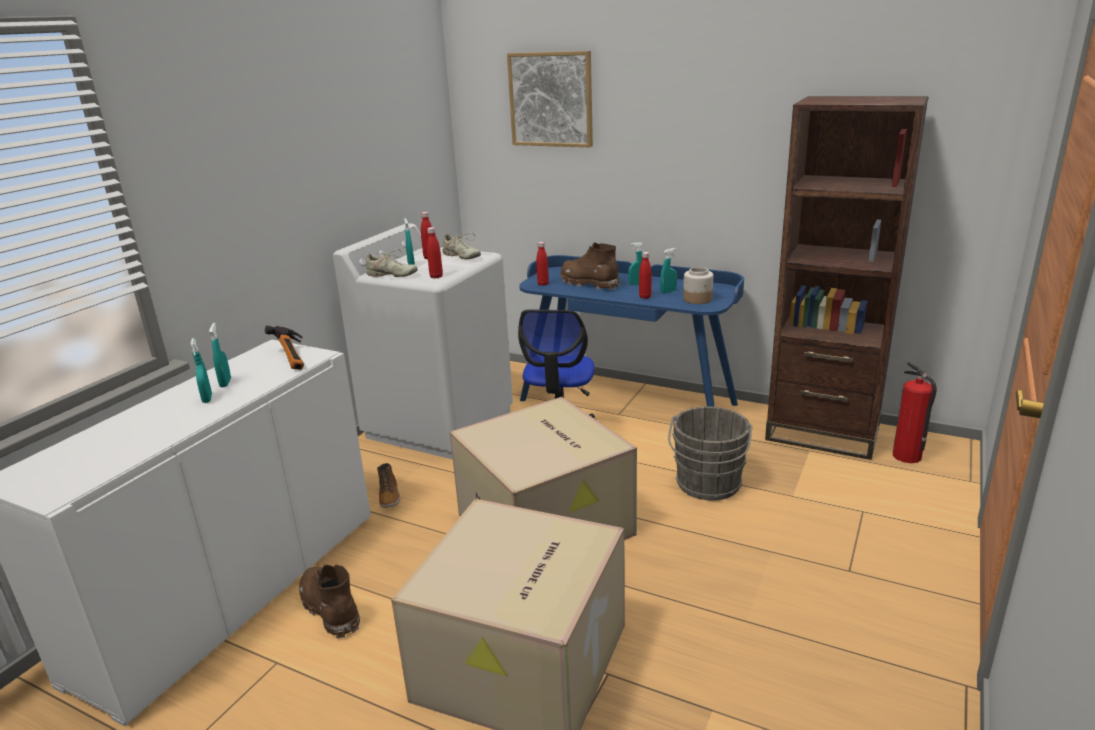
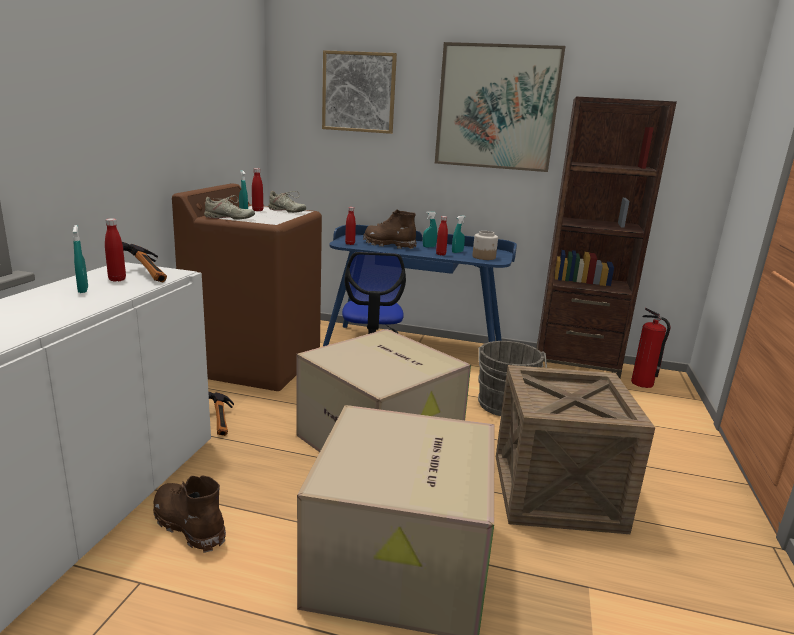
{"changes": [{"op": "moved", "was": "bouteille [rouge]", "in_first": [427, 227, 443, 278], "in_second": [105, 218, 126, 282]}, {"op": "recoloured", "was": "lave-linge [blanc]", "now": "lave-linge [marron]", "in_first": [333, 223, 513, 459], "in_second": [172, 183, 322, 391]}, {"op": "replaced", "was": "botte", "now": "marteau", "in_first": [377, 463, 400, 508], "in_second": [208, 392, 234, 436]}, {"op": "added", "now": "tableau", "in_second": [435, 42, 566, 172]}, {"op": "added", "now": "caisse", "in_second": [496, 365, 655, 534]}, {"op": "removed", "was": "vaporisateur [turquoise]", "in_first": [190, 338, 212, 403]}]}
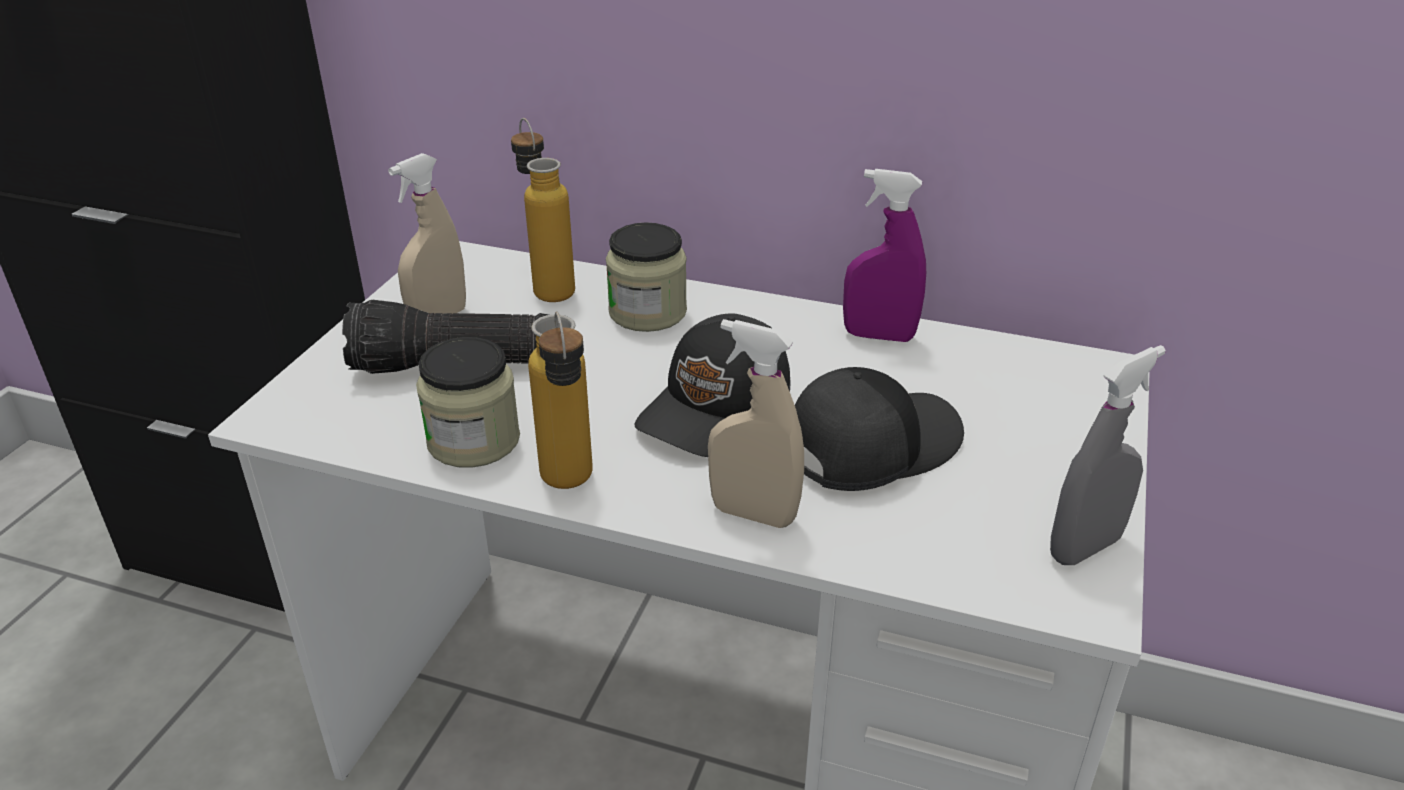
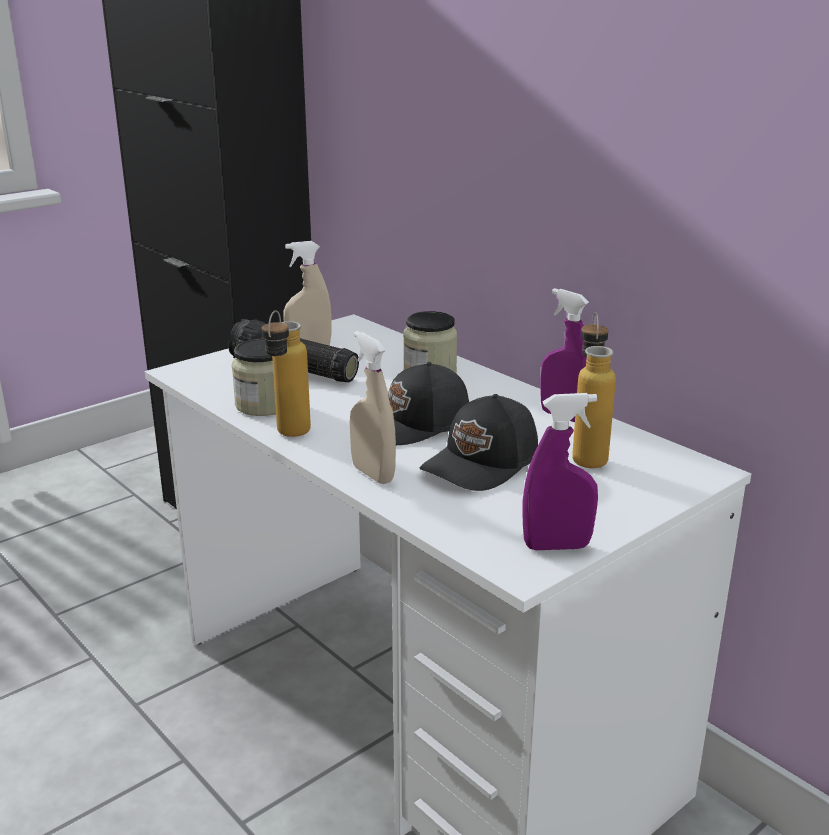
{"changes": [{"op": "turned", "was": "casquette [noir]", "in_first": [795, 367, 964, 491], "in_second": [420, 394, 538, 491], "clockwise": 135}, {"op": "recoloured", "was": "vaporisateur [gris]", "now": "vaporisateur [violet]", "in_first": [1050, 345, 1166, 565], "in_second": [522, 393, 598, 550]}, {"op": "moved", "was": "bouteille", "in_first": [511, 118, 575, 302], "in_second": [572, 312, 616, 468]}]}
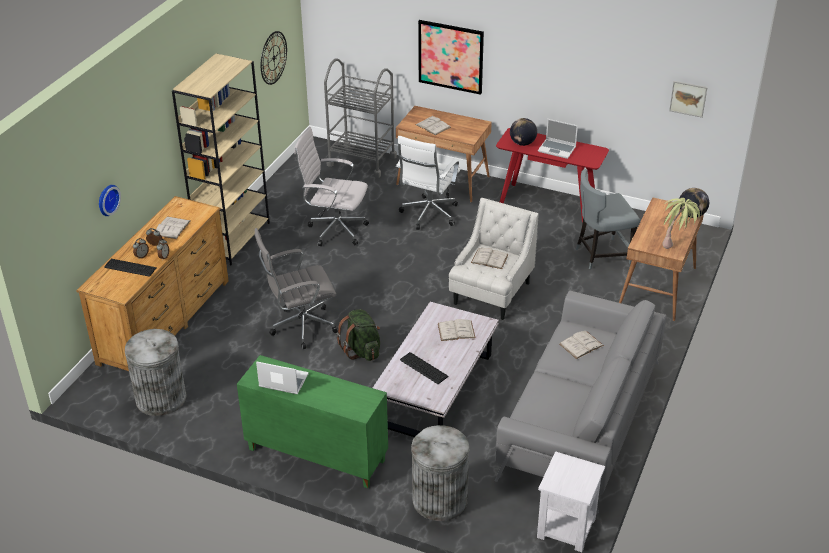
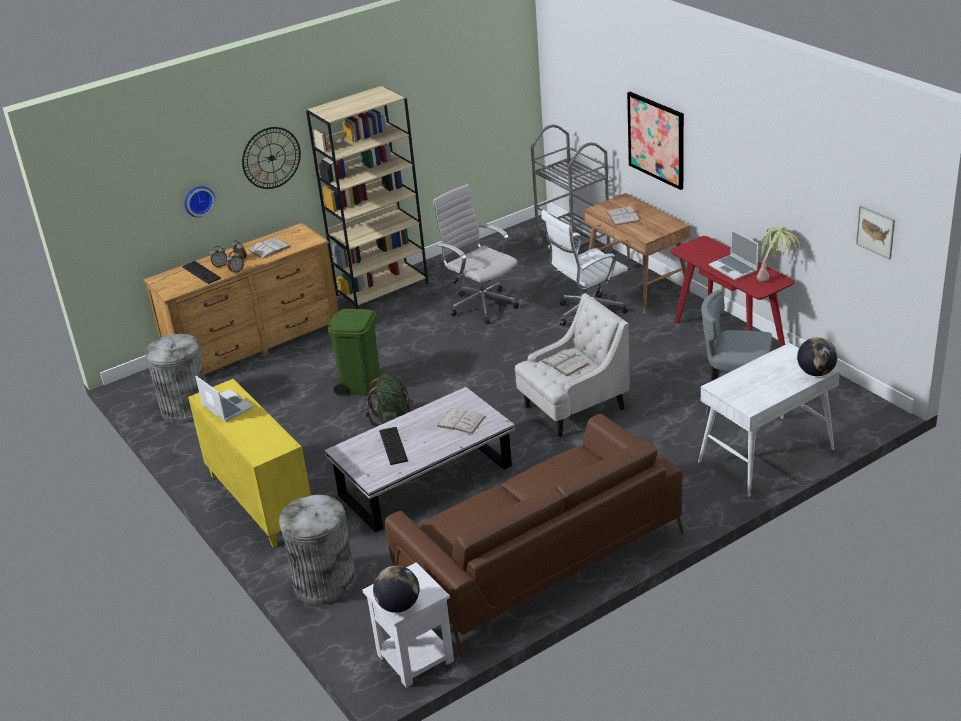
{"changes": [{"op": "recoloured", "was": "meuble de rangement [vert]", "now": "meuble de rangement [jaune]", "in_first": [237, 355, 388, 488], "in_second": [188, 379, 311, 547]}, {"op": "moved", "was": "horloge murale", "in_first": [261, 31, 287, 85], "in_second": [242, 127, 301, 189]}, {"op": "replaced", "was": "chaise de bureau [gris]", "now": "poubelle [vert]", "in_first": [255, 228, 338, 349], "in_second": [328, 309, 380, 396]}, {"op": "moved", "was": "globe", "in_first": [510, 118, 537, 146], "in_second": [373, 566, 420, 613]}, {"op": "recoloured", "was": "canapé [gris]", "now": "canapé [marron]", "in_first": [494, 291, 666, 514], "in_second": [385, 414, 684, 658]}, {"op": "recoloured", "was": "bureau [marron]", "now": "bureau [blanc]", "in_first": [619, 197, 704, 321], "in_second": [698, 343, 840, 497]}, {"op": "moved", "was": "plante en pot", "in_first": [662, 198, 702, 249], "in_second": [757, 226, 800, 282]}, {"op": "removed", "was": "livre [blanc]", "in_first": [559, 331, 604, 359]}]}
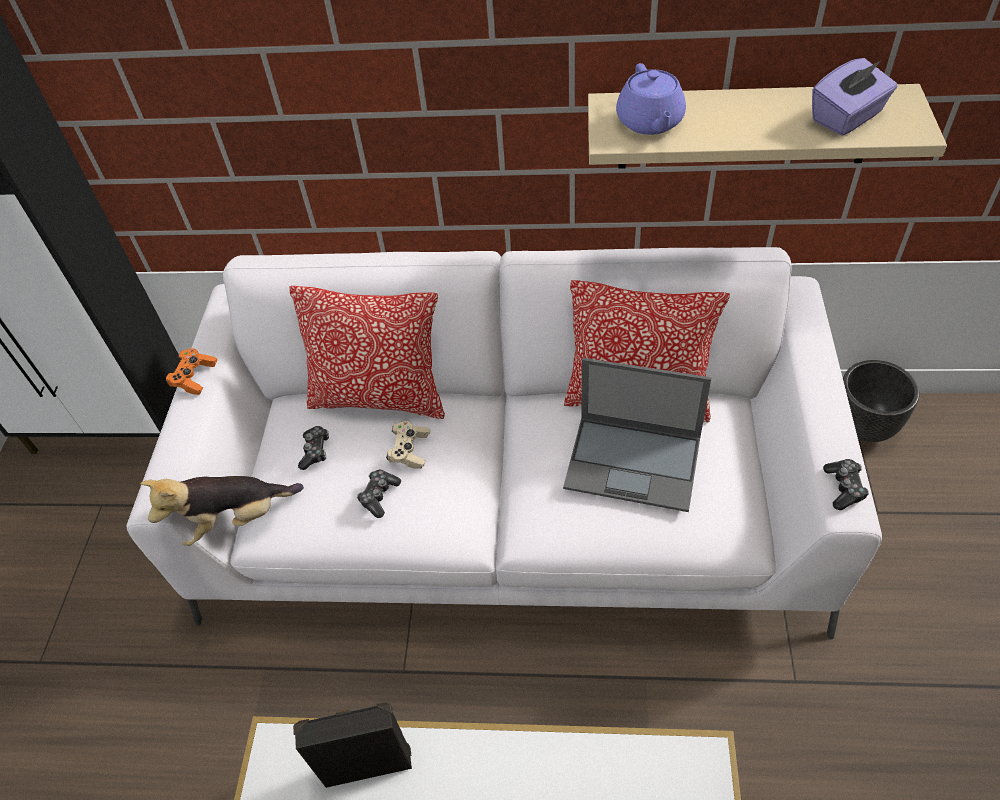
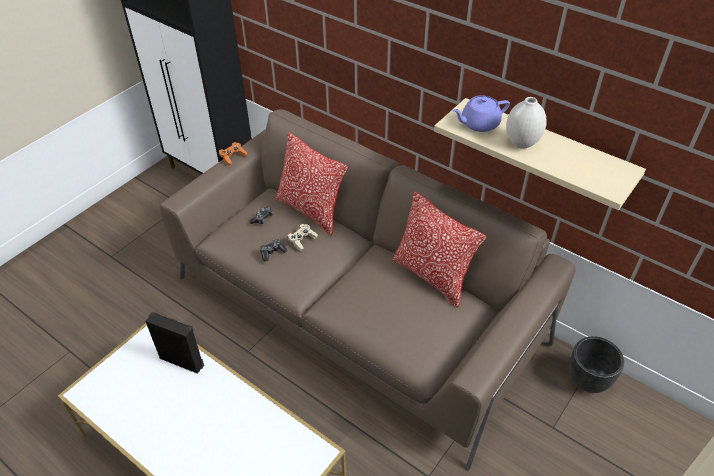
{"changes": [{"op": "recoloured", "was": "canapé [blanc]", "now": "canapé [marron]", "in_first": [127, 247, 882, 639], "in_second": [160, 109, 576, 471]}, {"op": "turned", "was": "théière [violet]", "in_first": [616, 63, 686, 135], "in_second": [452, 95, 510, 132], "clockwise": 45}, {"op": "added", "now": "vase [blanc]", "in_second": [506, 97, 547, 149]}, {"op": "removed", "was": "peluche", "in_first": [140, 476, 304, 546]}, {"op": "removed", "was": "ordinateur portable", "in_first": [563, 358, 711, 512]}, {"op": "removed", "was": "boîte à mouchoirs [violet]", "in_first": [812, 58, 898, 136]}, {"op": "removed", "was": "manette", "in_first": [823, 459, 869, 510]}]}
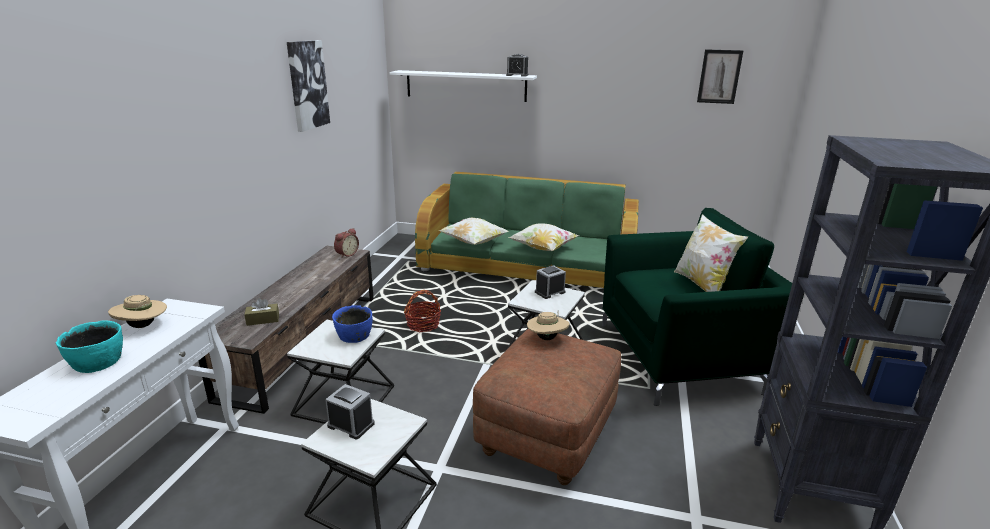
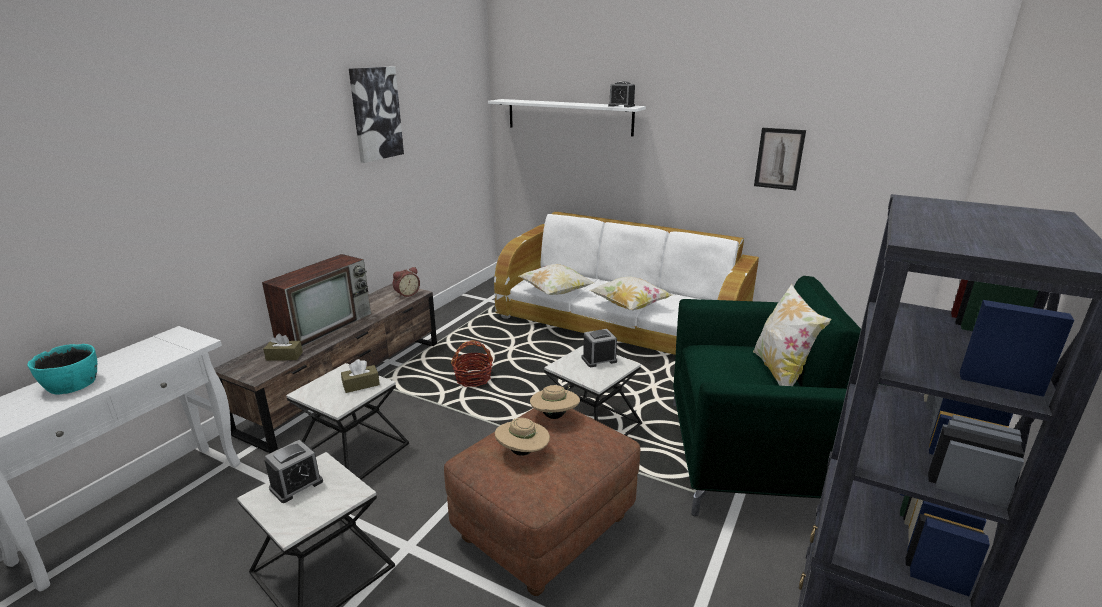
{"changes": [{"op": "added", "now": "téléviseur", "in_second": [262, 254, 371, 347]}, {"op": "turned", "was": "réveil", "in_first": [325, 384, 375, 439], "in_second": [265, 440, 323, 503], "clockwise": 90}, {"op": "replaced", "was": "bol [bleu]", "now": "boîte à mouchoirs [marron]", "in_first": [332, 305, 372, 343], "in_second": [341, 359, 380, 393]}, {"op": "recoloured", "was": "canapé [vert]", "now": "canapé [blanc]", "in_first": [415, 172, 639, 288], "in_second": [494, 212, 759, 355]}, {"op": "moved", "was": "chapeau [beige]", "in_first": [108, 295, 167, 328], "in_second": [495, 418, 550, 456]}, {"op": "moved", "was": "tableau", "in_first": [697, 49, 743, 104], "in_second": [754, 128, 806, 190]}]}
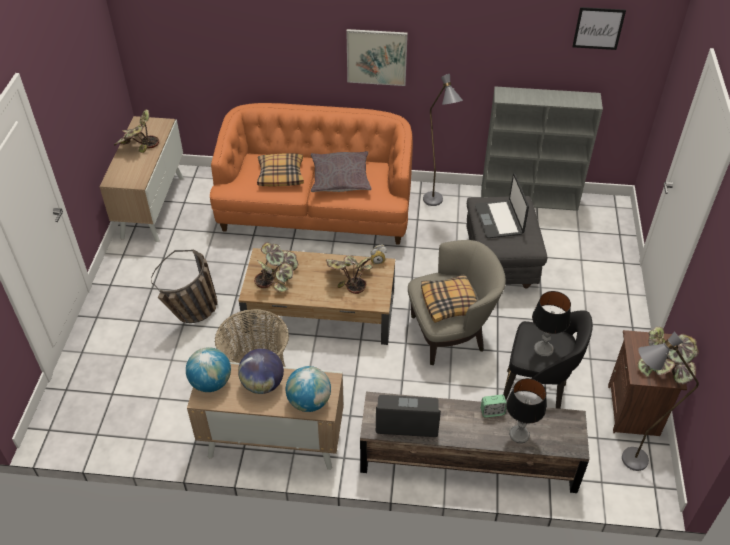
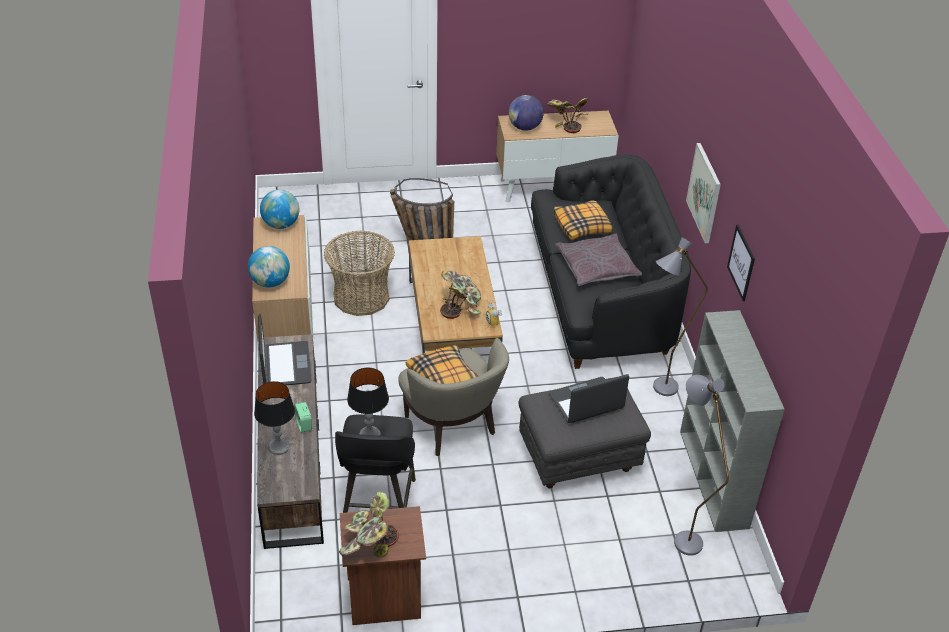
{"changes": [{"op": "moved", "was": "globe", "in_first": [238, 349, 284, 394], "in_second": [508, 95, 544, 131]}, {"op": "recoloured", "was": "canapé [orange]", "now": "canapé [noir]", "in_first": [210, 103, 413, 245], "in_second": [531, 154, 691, 369]}, {"op": "moved", "was": "lampadaire [gris]", "in_first": [622, 332, 699, 471], "in_second": [674, 375, 729, 556]}, {"op": "moved", "was": "tableau", "in_first": [572, 7, 626, 50], "in_second": [727, 225, 755, 301]}, {"op": "removed", "was": "plante en pot", "in_first": [254, 242, 298, 292]}]}
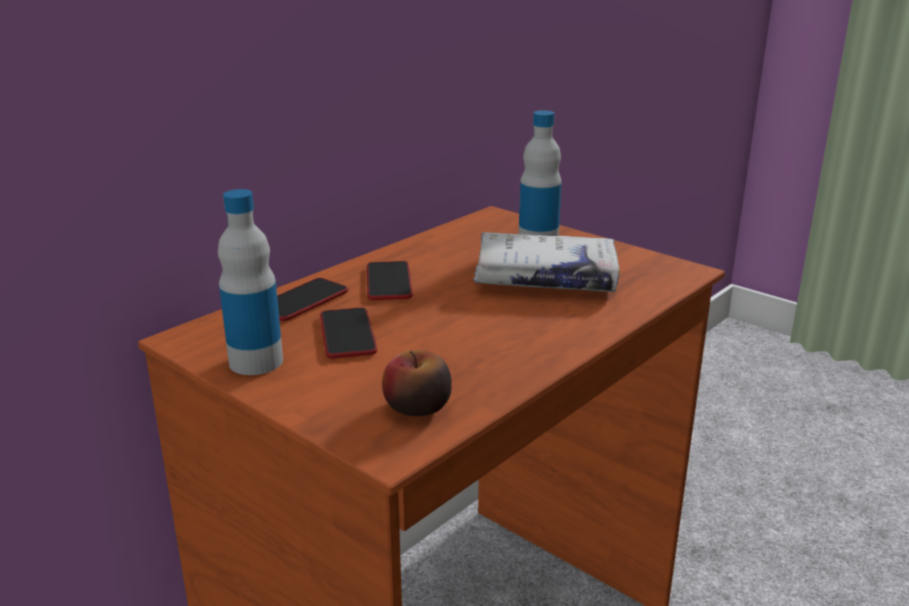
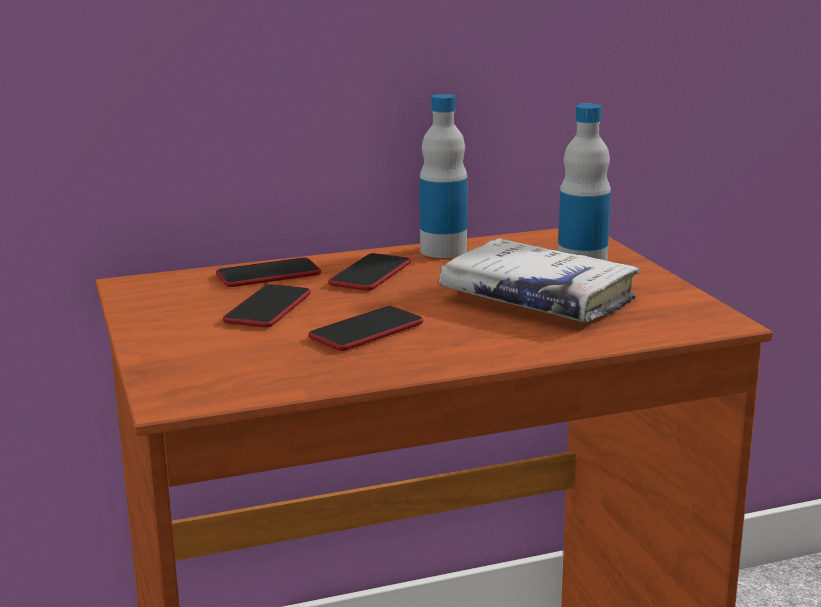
{"changes": [{"op": "added", "now": "téléphone", "in_second": [308, 306, 423, 351]}, {"op": "moved", "was": "bouteille", "in_first": [218, 189, 283, 375], "in_second": [420, 94, 467, 258]}, {"op": "removed", "was": "pomme", "in_first": [382, 350, 452, 416]}]}
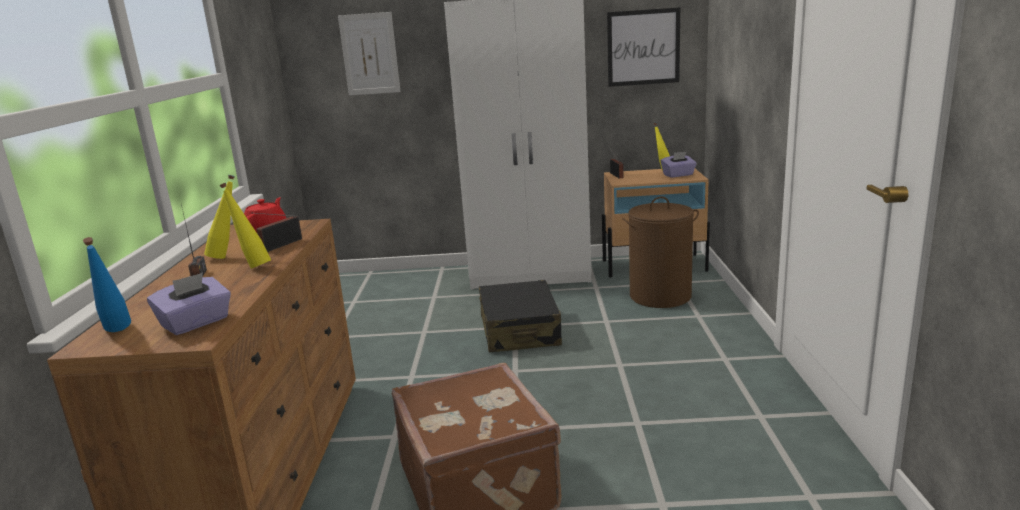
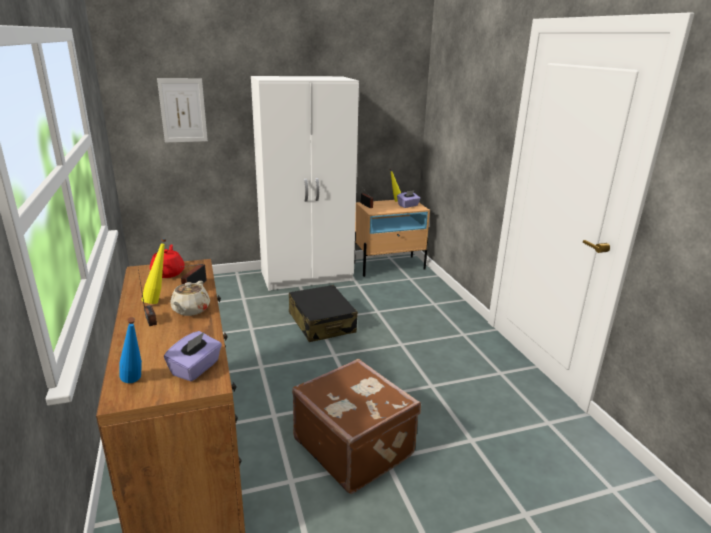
{"changes": [{"op": "replaced", "was": "bouteille [jaune]", "now": "théière [beige]", "in_first": [219, 183, 271, 269], "in_second": [171, 281, 210, 316]}, {"op": "removed", "was": "tableau", "in_first": [607, 7, 680, 87]}, {"op": "removed", "was": "panier à linge [marron]", "in_first": [622, 197, 699, 308]}]}
